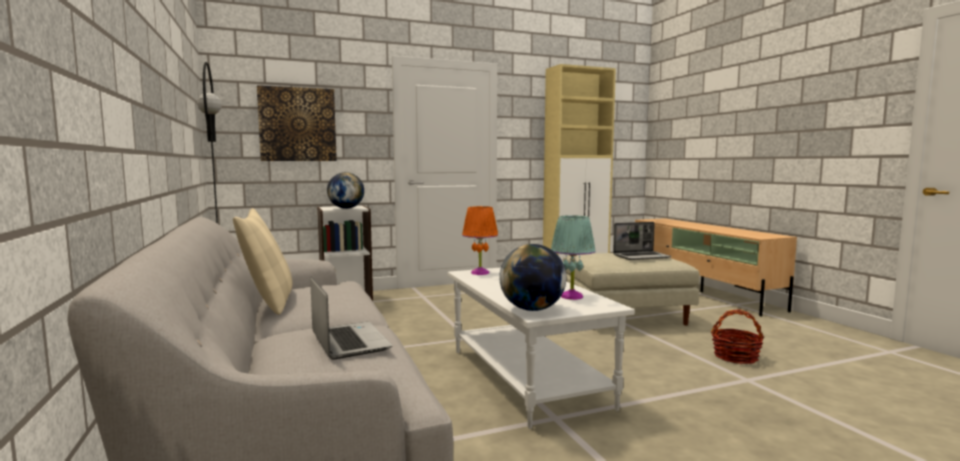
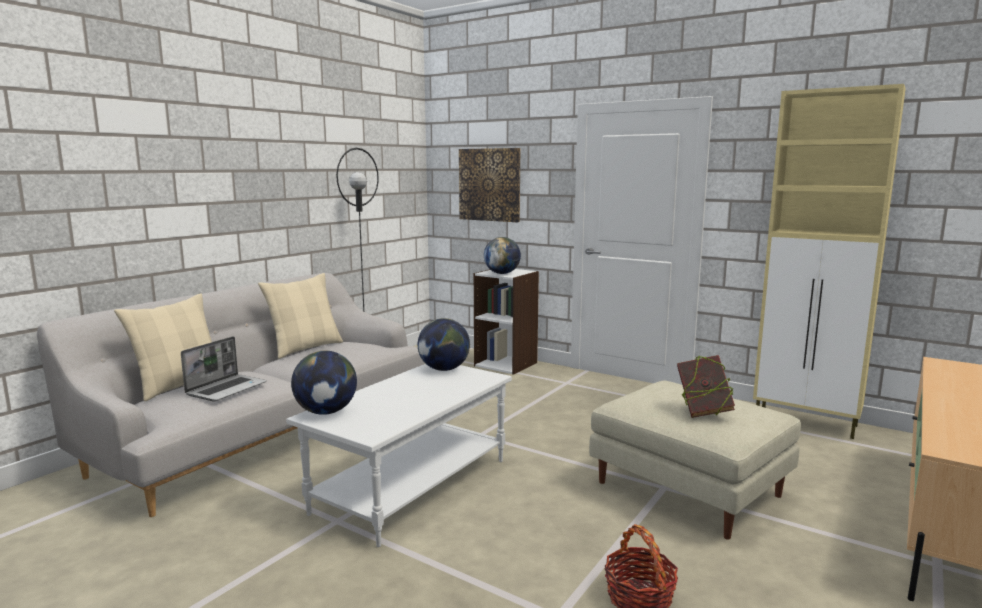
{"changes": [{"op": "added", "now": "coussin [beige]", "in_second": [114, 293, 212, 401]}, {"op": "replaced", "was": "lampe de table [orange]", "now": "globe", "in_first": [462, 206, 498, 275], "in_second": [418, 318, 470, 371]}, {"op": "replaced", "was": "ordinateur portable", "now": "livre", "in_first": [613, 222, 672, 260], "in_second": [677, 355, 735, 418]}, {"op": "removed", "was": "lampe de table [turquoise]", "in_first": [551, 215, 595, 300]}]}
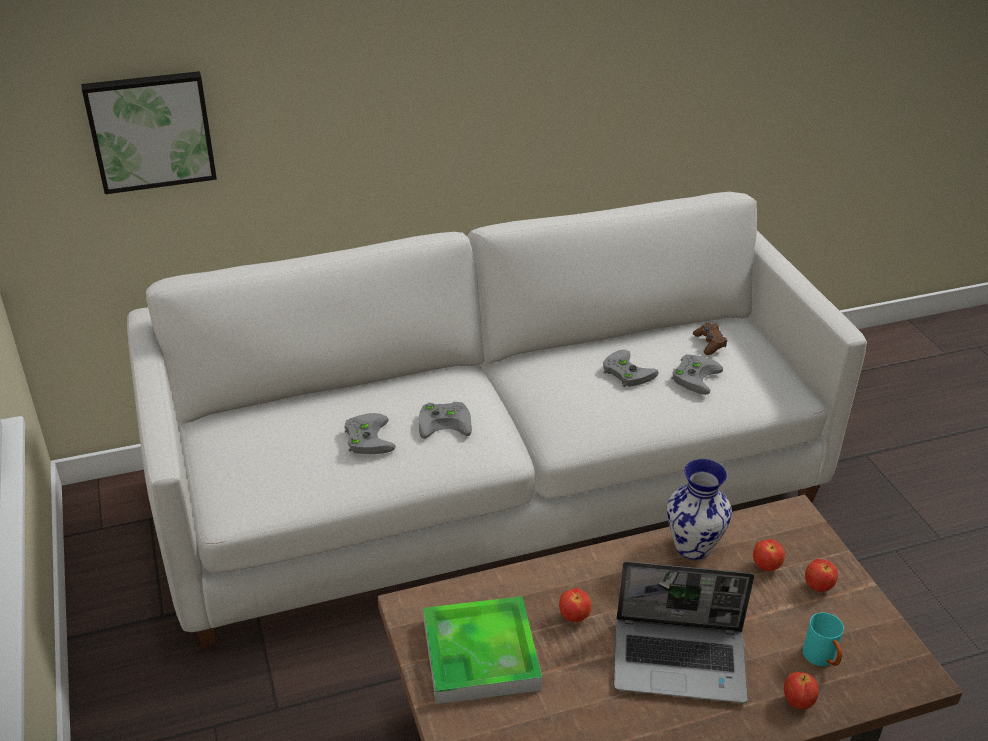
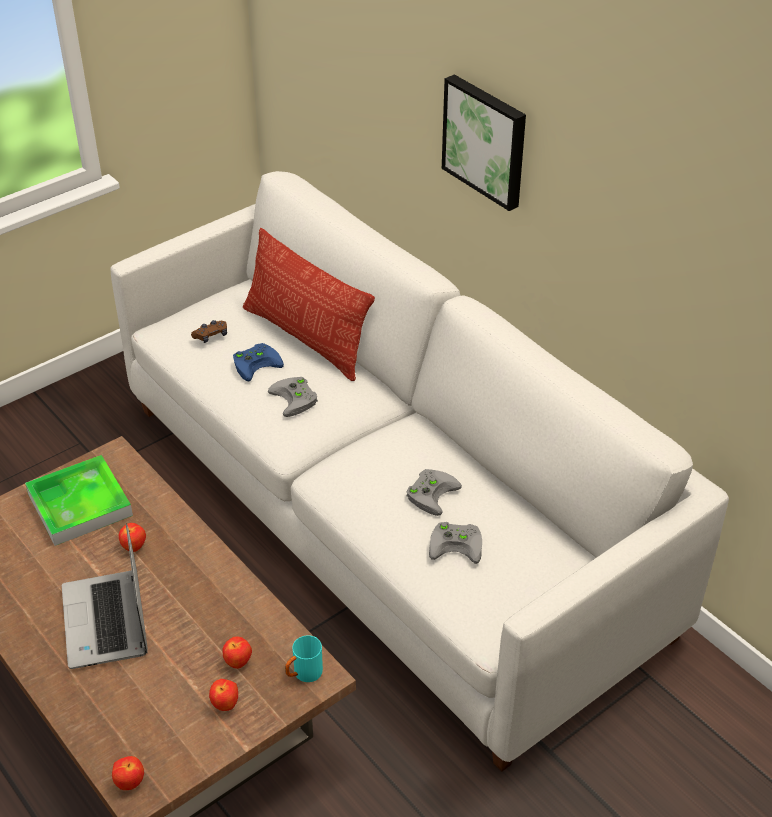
{"changes": [{"op": "moved", "was": "pomme", "in_first": [784, 672, 819, 710], "in_second": [112, 756, 144, 790]}, {"op": "moved", "was": "manette [marron]", "in_first": [693, 323, 727, 355], "in_second": [191, 320, 227, 343]}, {"op": "recoloured", "was": "manette [gris]", "now": "manette [bleu]", "in_first": [344, 413, 396, 454], "in_second": [233, 343, 284, 381]}, {"op": "added", "now": "coussin", "in_second": [243, 228, 375, 381]}, {"op": "moved", "was": "mug [turquoise]", "in_first": [803, 612, 844, 666], "in_second": [285, 636, 323, 682]}, {"op": "moved", "was": "tableau", "in_first": [81, 71, 217, 194], "in_second": [442, 74, 526, 211]}, {"op": "removed", "was": "vase", "in_first": [667, 459, 732, 560]}]}
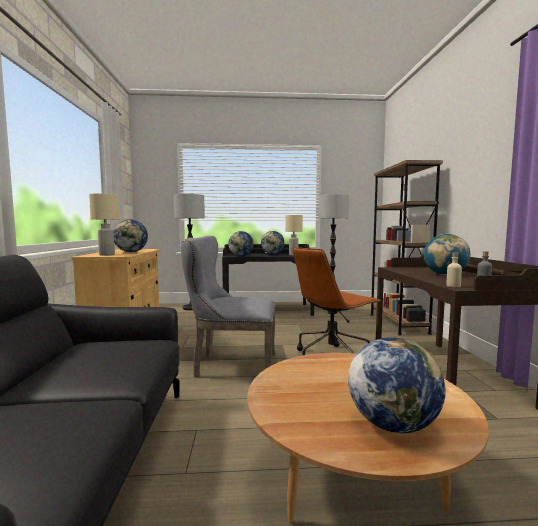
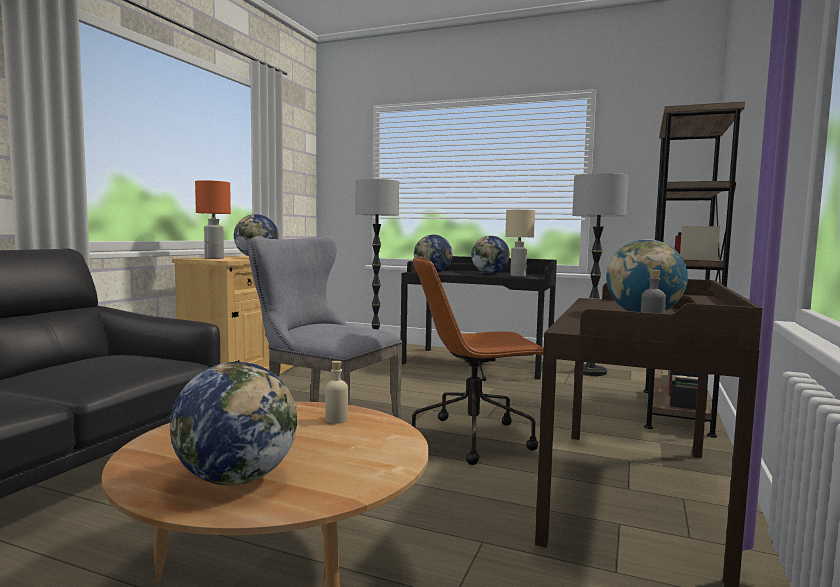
{"changes": [{"op": "recoloured", "was": "lampe de table [beige]", "now": "lampe de table [orange]", "in_first": [89, 193, 119, 256], "in_second": [195, 180, 231, 259]}, {"op": "moved", "was": "bouteille [beige]", "in_first": [446, 252, 462, 287], "in_second": [325, 361, 348, 424]}]}
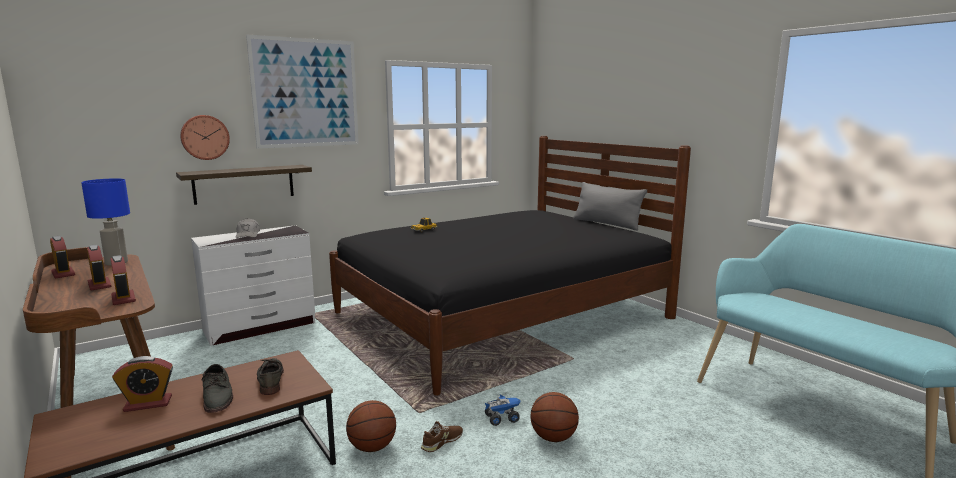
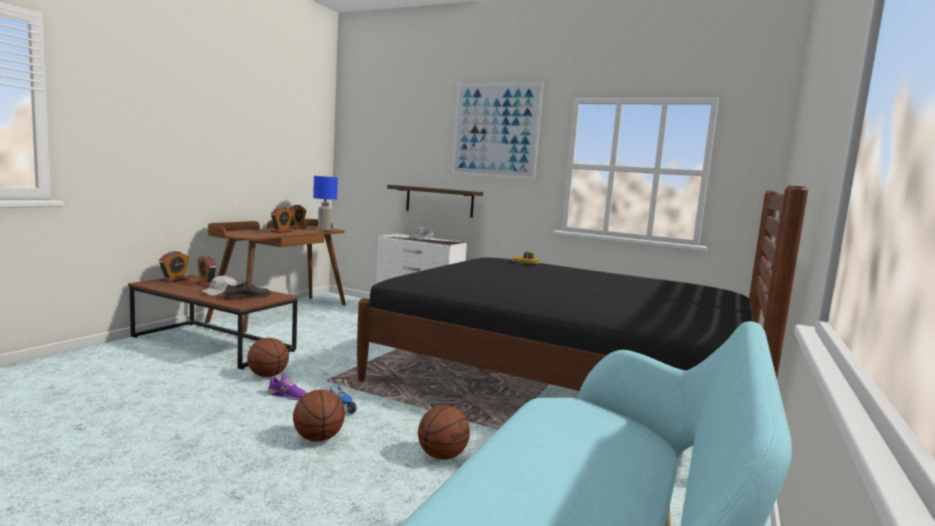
{"changes": [{"op": "moved", "was": "réveil", "in_first": [111, 255, 136, 305], "in_second": [159, 251, 190, 283]}, {"op": "replaced", "was": "chaussure [gris]", "now": "casquette [blanc]", "in_first": [202, 364, 233, 413], "in_second": [200, 275, 238, 296]}, {"op": "recoloured", "was": "chaussure [marron]", "now": "chaussure [violet]", "in_first": [421, 421, 463, 452], "in_second": [267, 374, 307, 400]}, {"op": "added", "now": "ballon de basket", "in_second": [418, 405, 470, 460]}, {"op": "removed", "was": "horloge murale", "in_first": [180, 115, 230, 160]}, {"op": "removed", "was": "coussin [gris]", "in_first": [573, 182, 647, 230]}]}
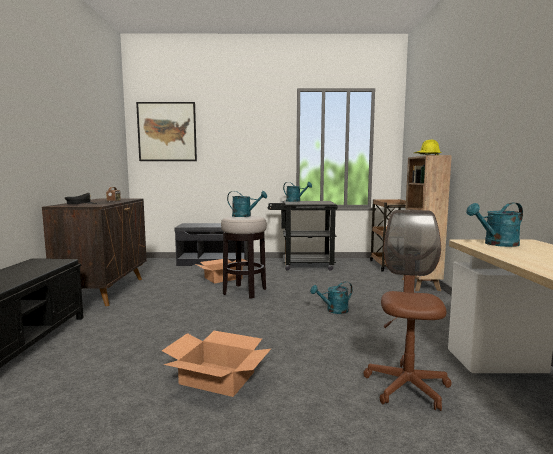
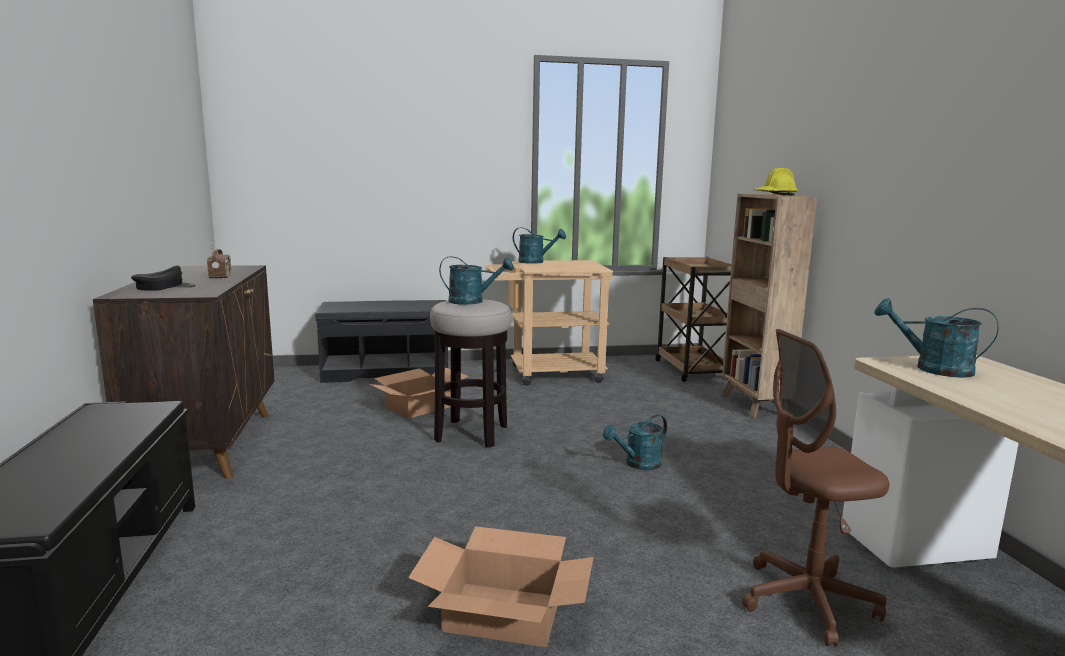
{"changes": [{"op": "recoloured", "was": "chariot [noir]", "now": "chariot [beige]", "in_first": [268, 201, 338, 271], "in_second": [485, 260, 613, 386]}, {"op": "turned", "was": "chaise de bureau [marron]", "in_first": [364, 210, 452, 411], "in_second": [742, 329, 889, 647], "clockwise": -105}, {"op": "turned", "was": "arrosoir [turquoise]", "in_first": [466, 203, 523, 247], "in_second": [874, 298, 999, 378], "clockwise": 60}, {"op": "removed", "was": "tableau", "in_first": [136, 102, 197, 161]}]}
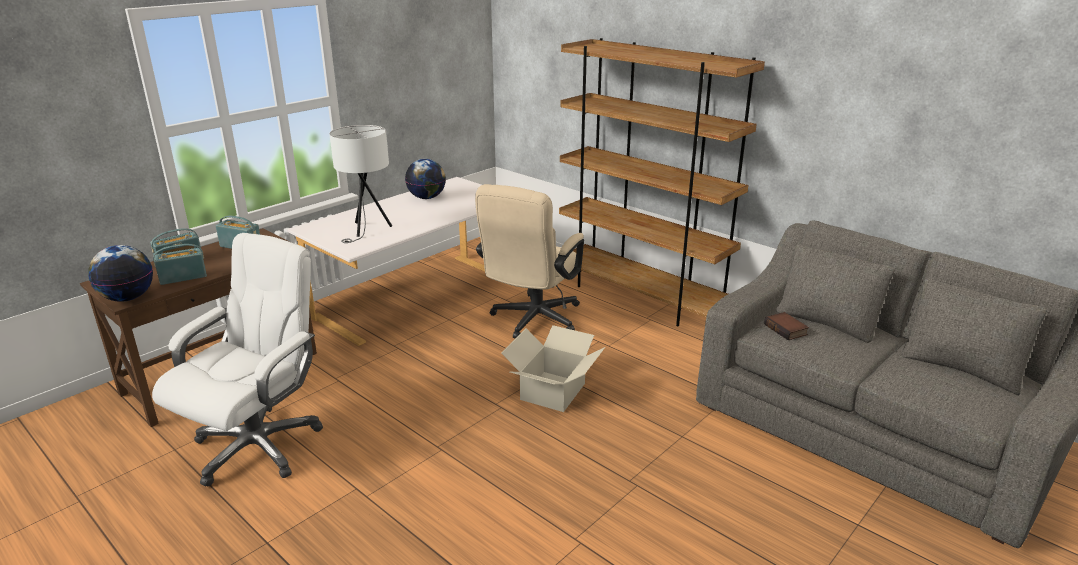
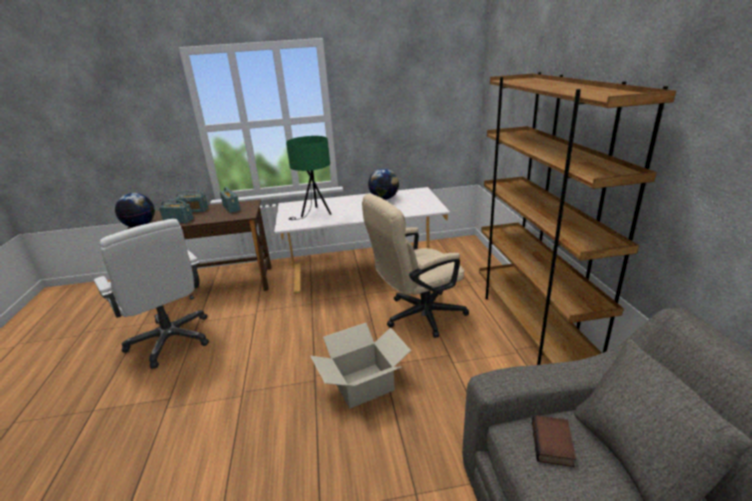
{"changes": [{"op": "turned", "was": "chaise de bureau [blanc]", "in_first": [152, 233, 323, 487], "in_second": [94, 219, 209, 369], "clockwise": 75}, {"op": "recoloured", "was": "lampe de table [blanc]", "now": "lampe de table [vert]", "in_first": [329, 125, 392, 243], "in_second": [286, 136, 331, 220]}]}
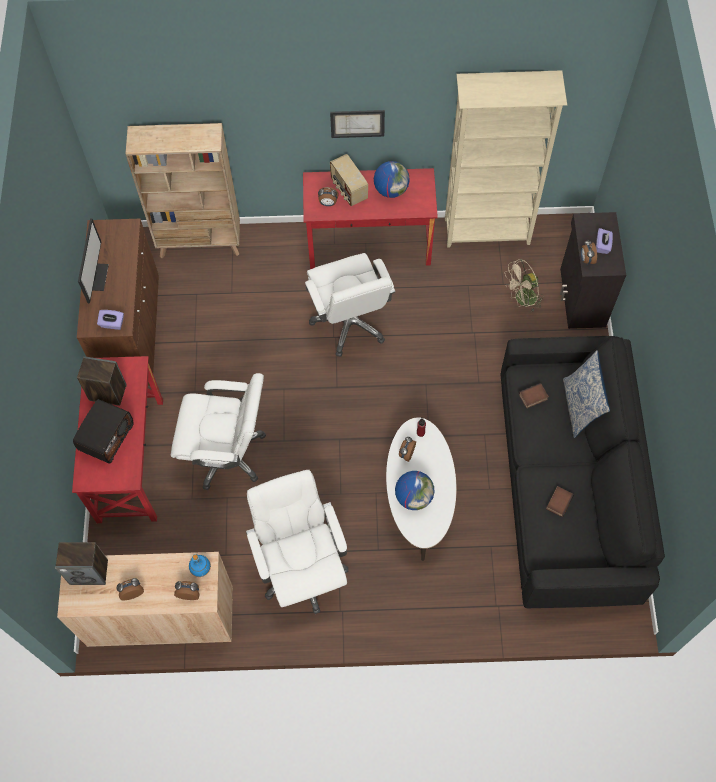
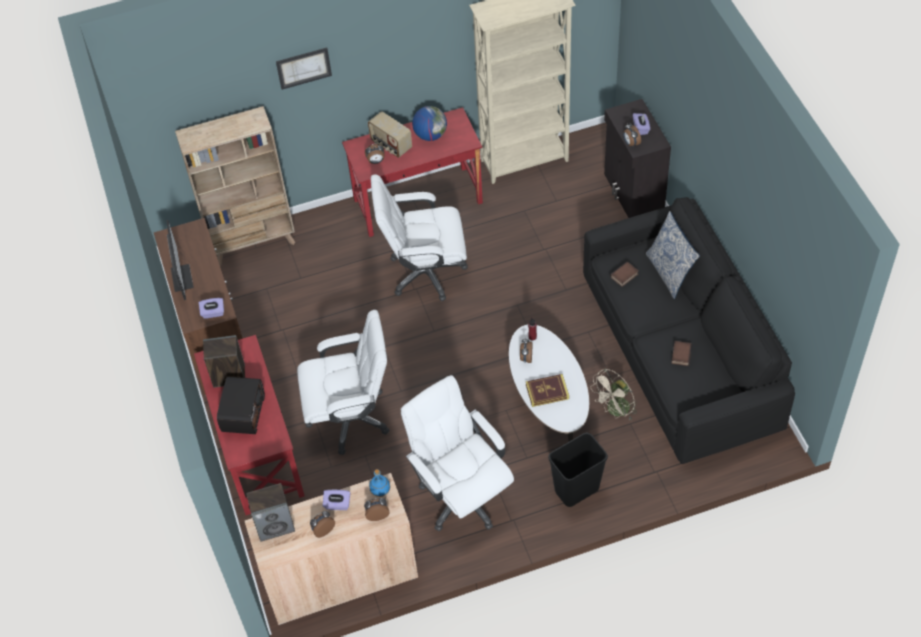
{"changes": [{"op": "moved", "was": "tableau", "in_first": [330, 110, 385, 138], "in_second": [276, 48, 332, 90]}, {"op": "added", "now": "boîte à mouchoirs [violet]", "in_second": [323, 490, 350, 510]}, {"op": "turned", "was": "chaise de bureau [blanc]", "in_first": [305, 253, 396, 357], "in_second": [371, 175, 468, 301], "clockwise": 120}, {"op": "replaced", "was": "globe", "now": "livre", "in_first": [395, 471, 435, 510], "in_second": [526, 374, 569, 407]}, {"op": "added", "now": "poubelle [noir]", "in_second": [548, 433, 608, 507]}, {"op": "moved", "was": "ventilateur [beige]", "in_first": [505, 259, 544, 311], "in_second": [590, 369, 637, 420]}]}
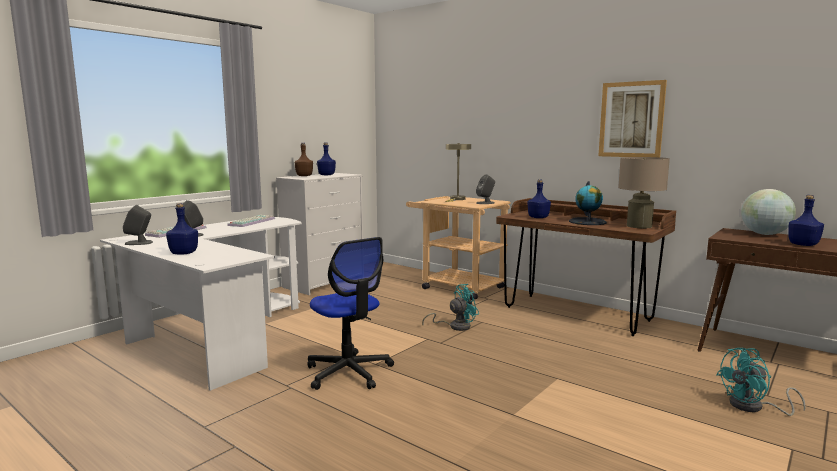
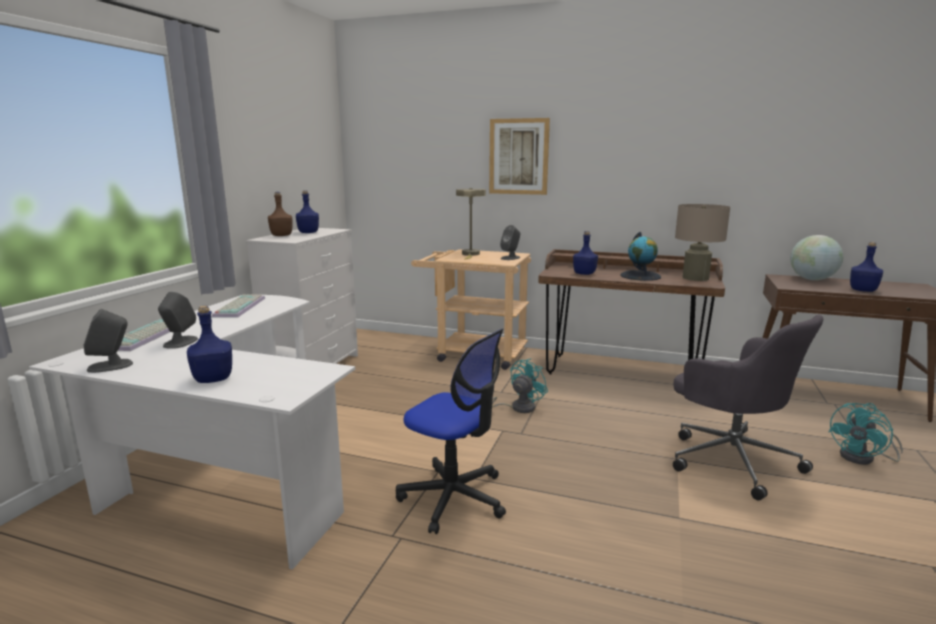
{"changes": [{"op": "moved", "was": "tableau", "in_first": [599, 80, 667, 157], "in_second": [489, 118, 550, 195]}, {"op": "added", "now": "chaise de bureau [gris]", "in_second": [673, 314, 823, 500]}]}
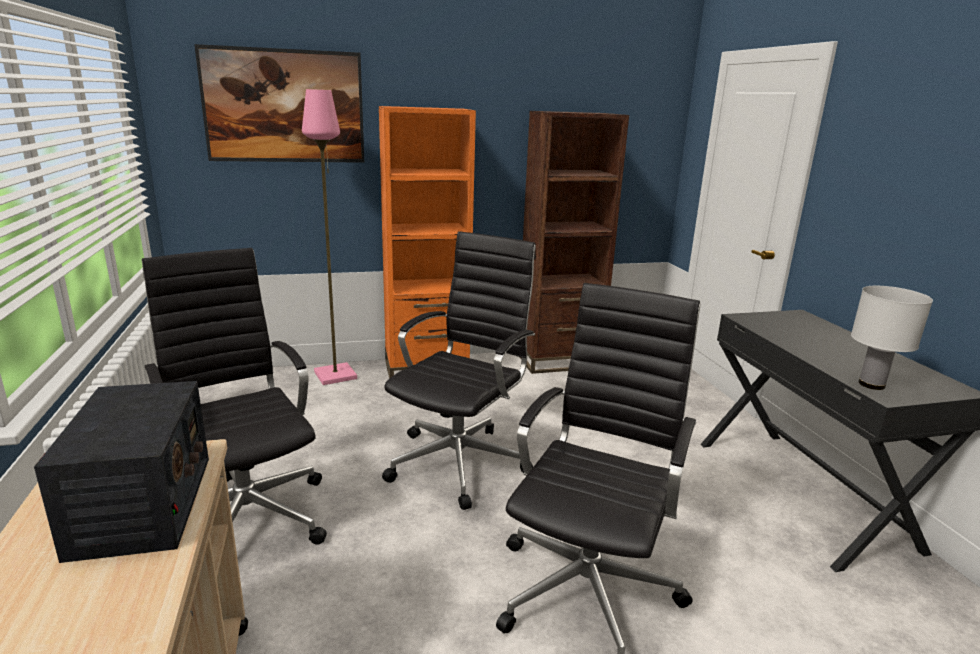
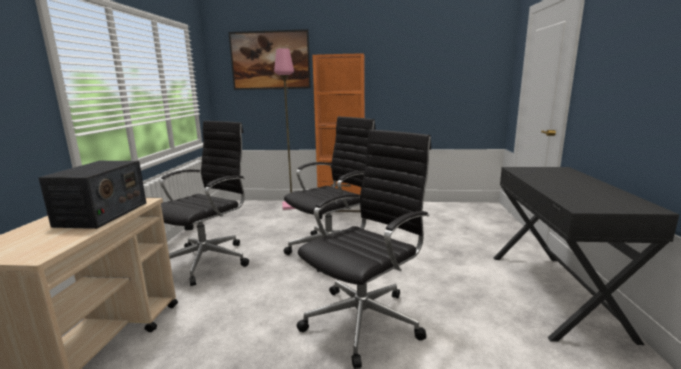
{"changes": [{"op": "turned", "was": "chaise de bureau [noir]", "in_first": [142, 248, 327, 545], "in_second": [160, 121, 249, 286], "clockwise": 45}, {"op": "removed", "was": "bibliothèque [marron]", "in_first": [520, 111, 629, 374]}, {"op": "removed", "was": "lampe de table [blanc]", "in_first": [851, 286, 933, 390]}]}
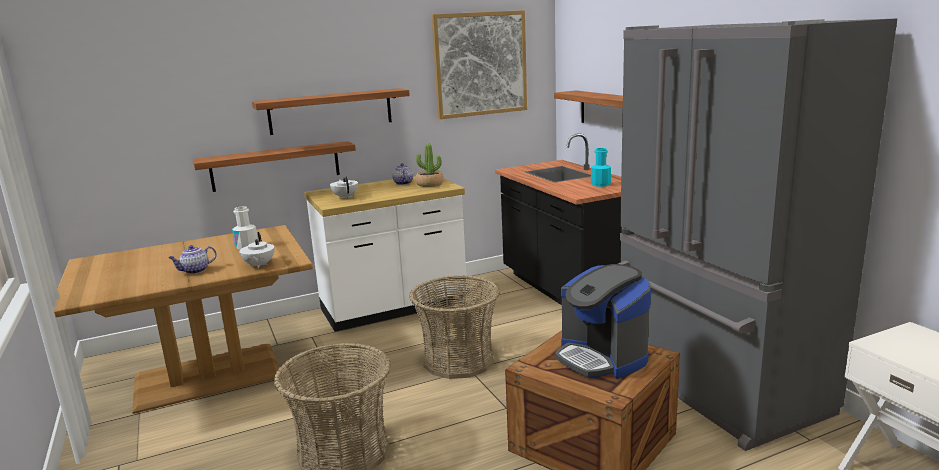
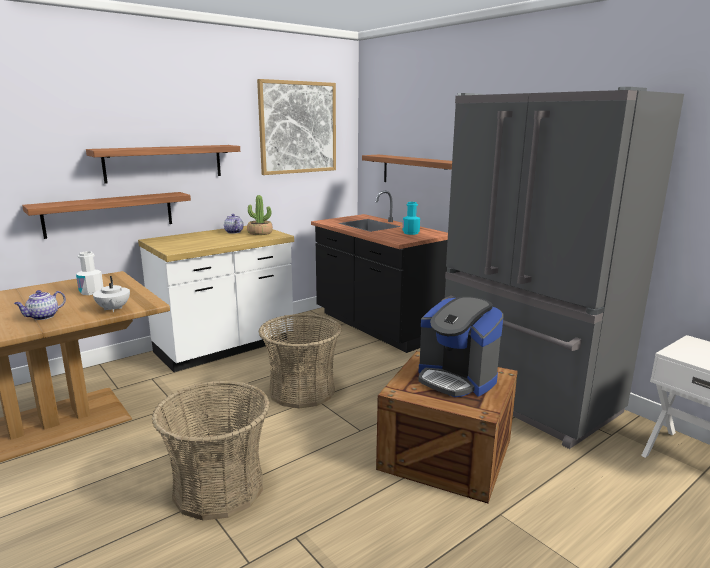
{"changes": [{"op": "removed", "was": "théière [blanc]", "in_first": [330, 176, 358, 199]}]}
